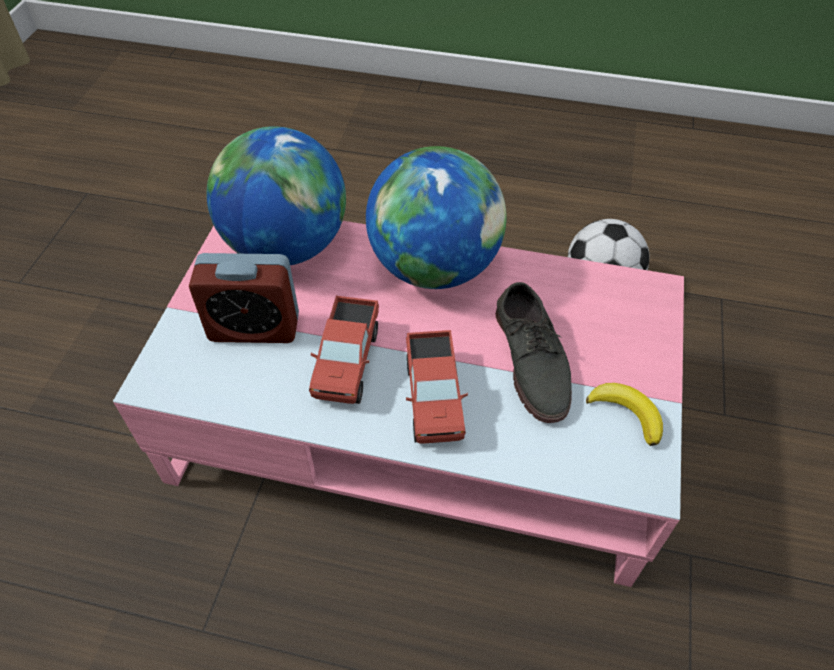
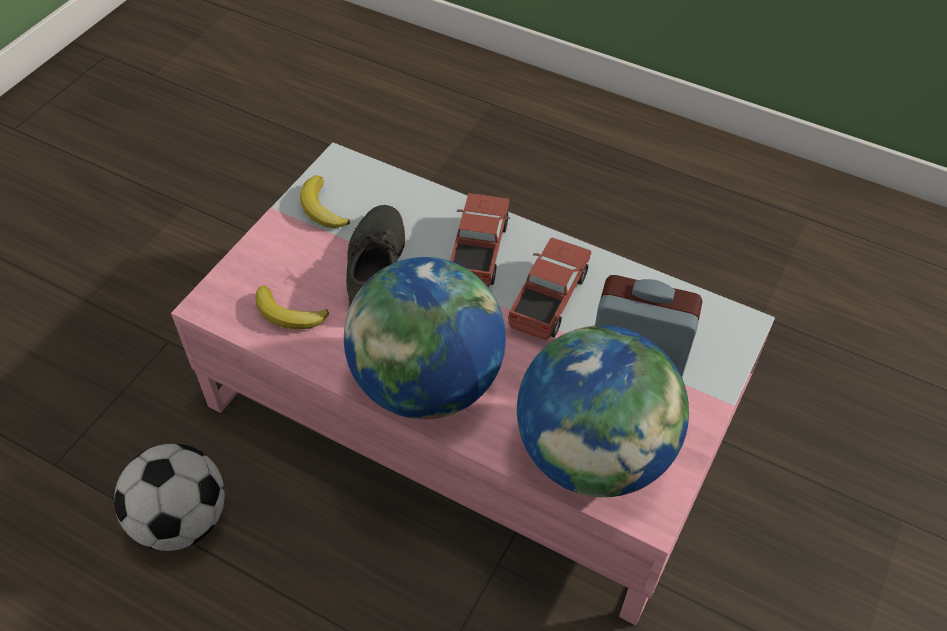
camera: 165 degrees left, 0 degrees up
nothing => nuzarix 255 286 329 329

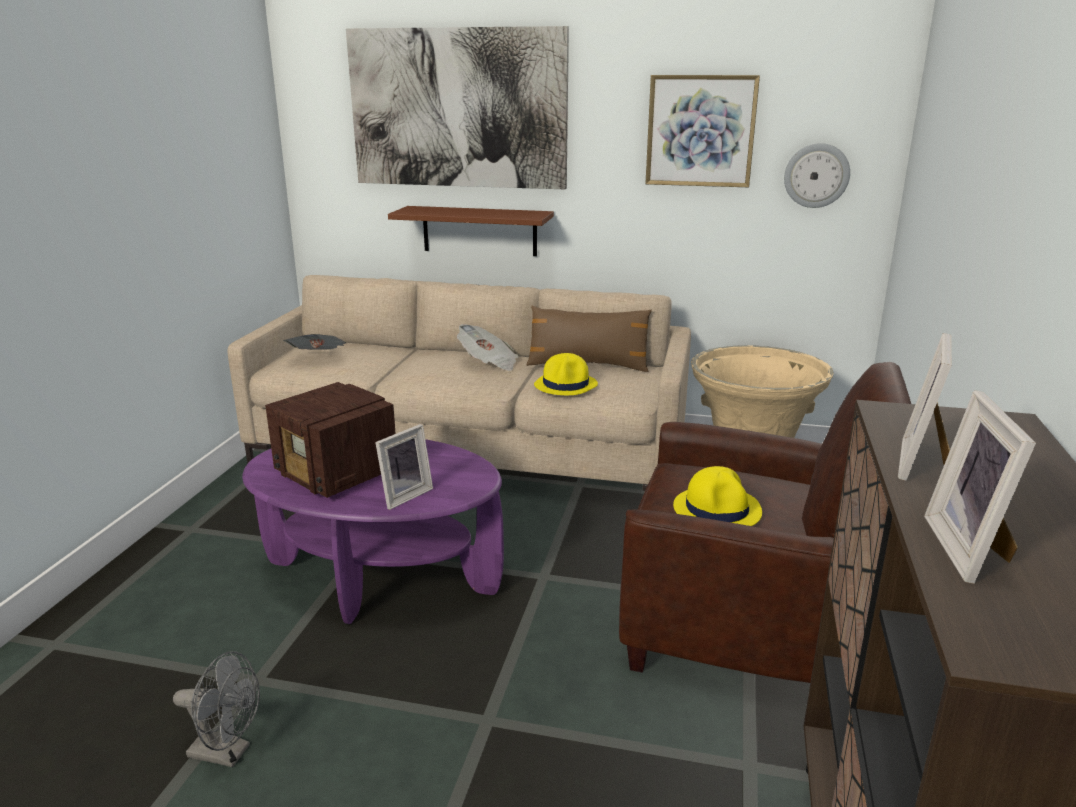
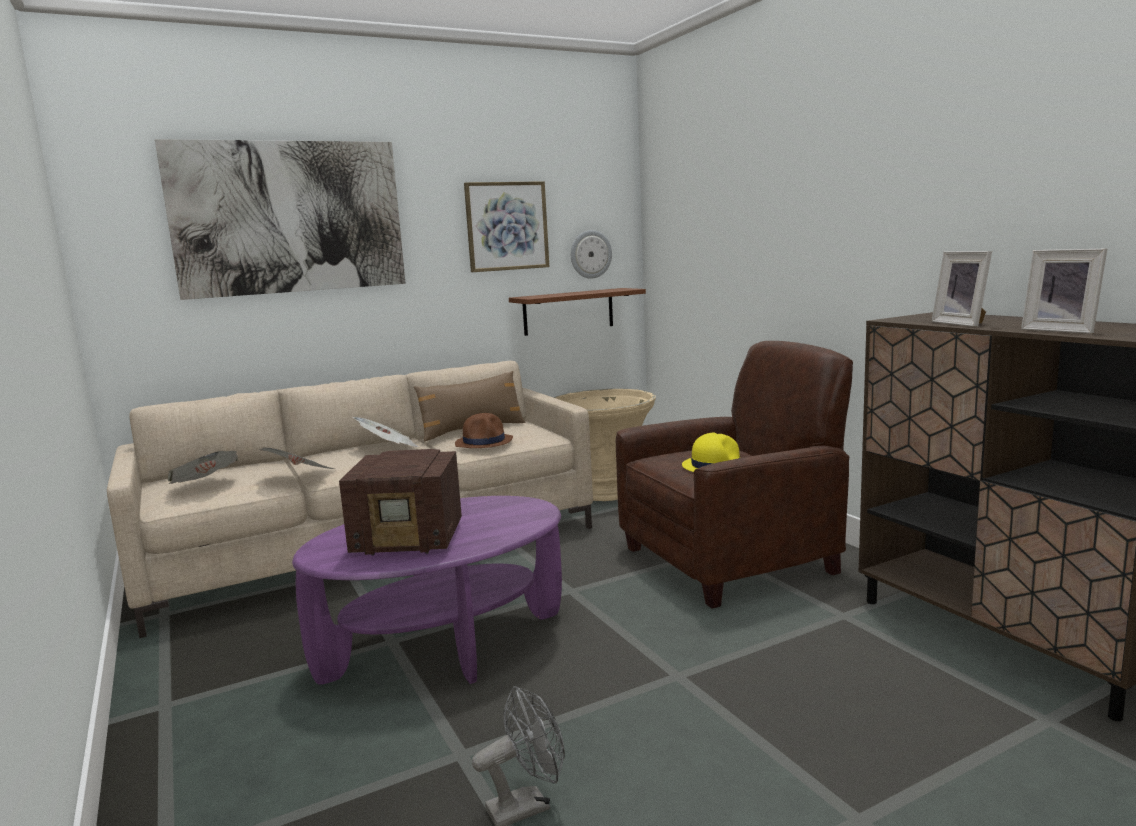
camera: 40 degrees left, 10 degrees down
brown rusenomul 388 206 554 256 => brown rusenomul 509 288 646 336, move
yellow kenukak 534 353 598 395 => brown kenukak 455 413 513 448
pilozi 375 424 433 510 => nothing
nothing => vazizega 259 448 336 469

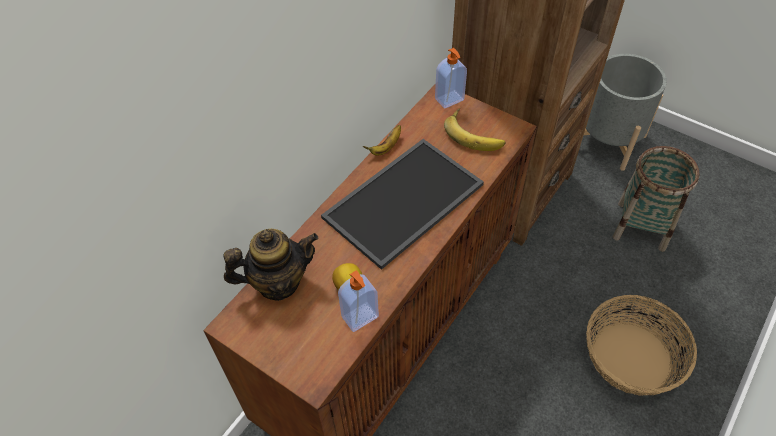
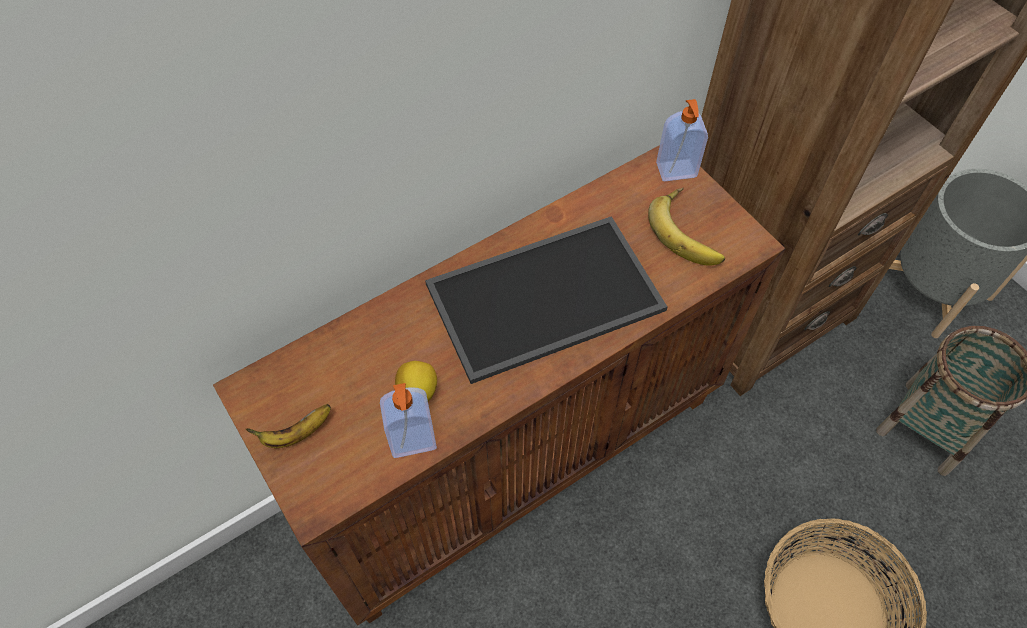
camera: 20 degrees right, 5 degrees up
nuzarix 363 125 401 155 => nuzarix 246 404 331 448, move
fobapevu 223 229 318 301 => nothing

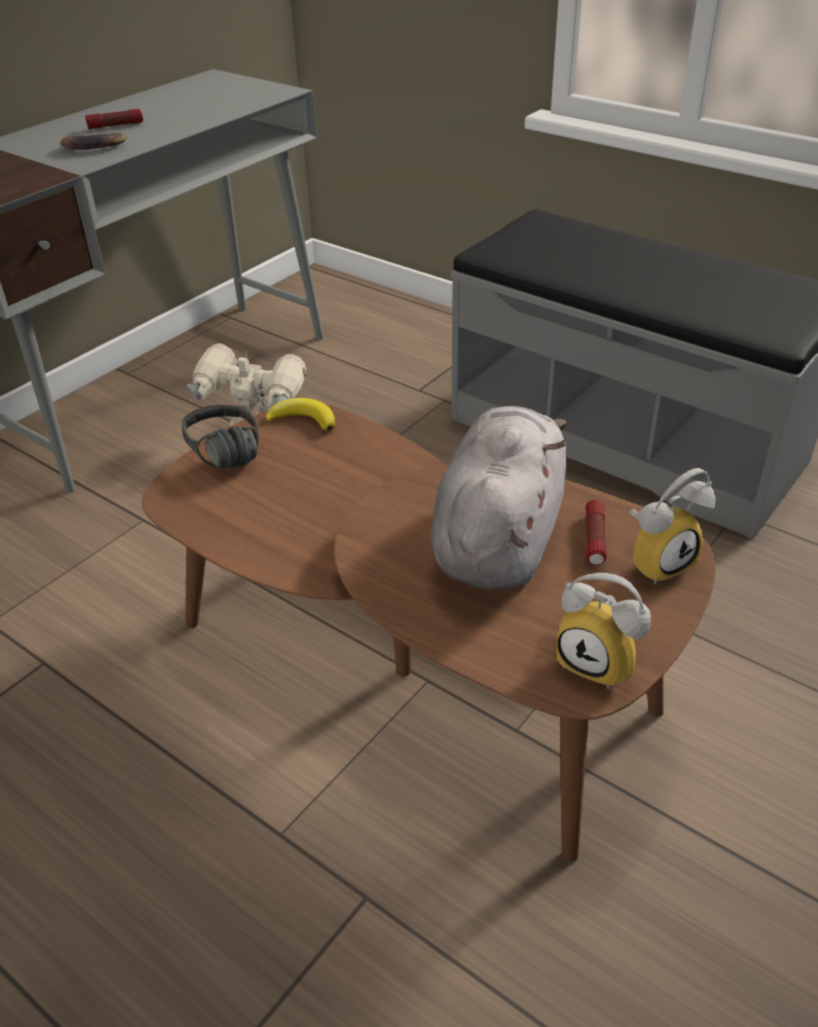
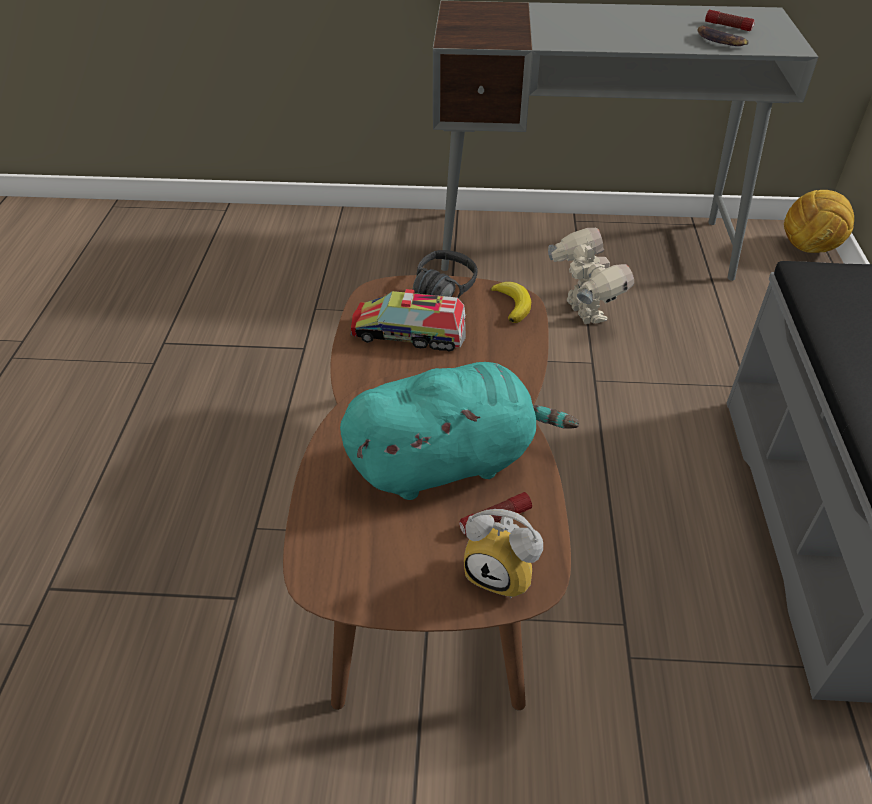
camera: 55 degrees right, 5 degrees up
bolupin 85 109 143 129 => bolupin 705 10 755 31, move
nuzarix 60 133 127 150 => nuzarix 697 26 749 46, move
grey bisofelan 430 406 567 589 => turquoise bisofelan 340 362 579 500
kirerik 557 573 651 689 => nothing
nothing => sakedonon 784 190 854 253
nothing => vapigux 351 289 466 352

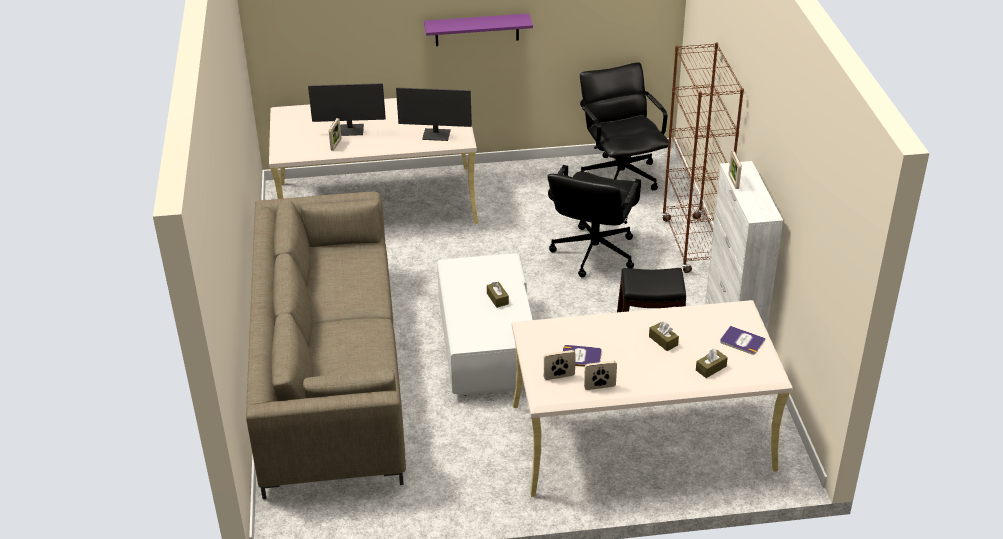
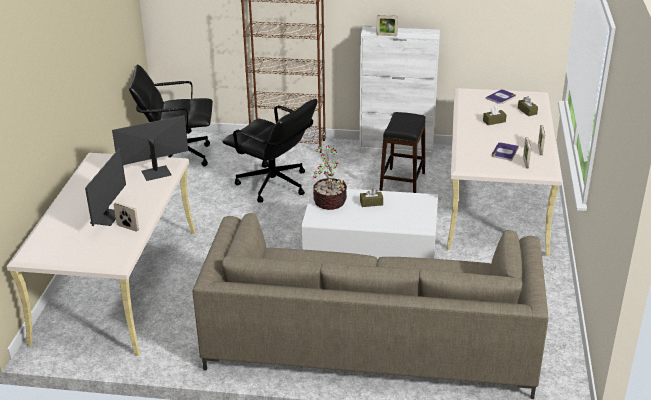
camera: 75 degrees left, 5 degrees down
purple rusenomul 424 13 533 46 => nothing
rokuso 396 87 472 141 => rokuso 112 115 188 181, 135 degrees counterclockwise
nothing => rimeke 313 145 347 210

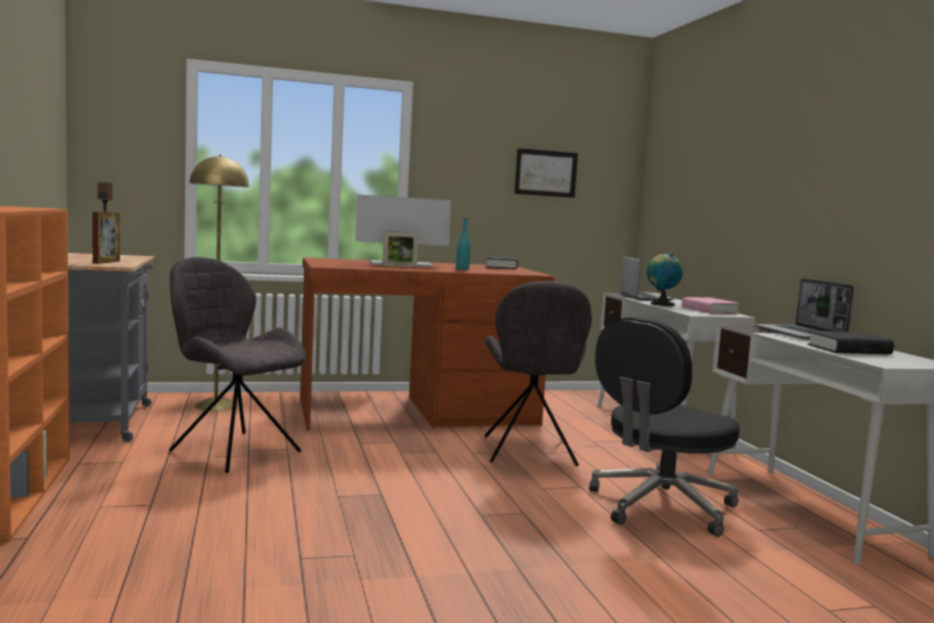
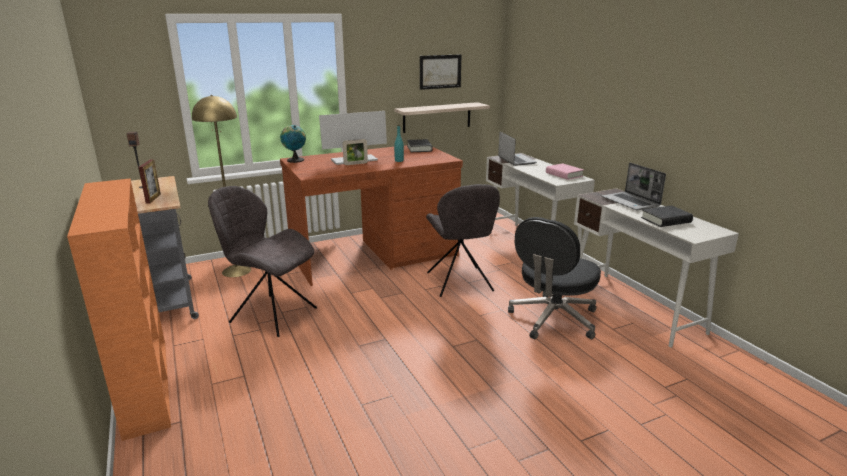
camera: 10 degrees left, 15 degrees up
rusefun 647 254 683 306 => rusefun 280 125 306 163, move
nothing => rusenomul 394 102 490 133

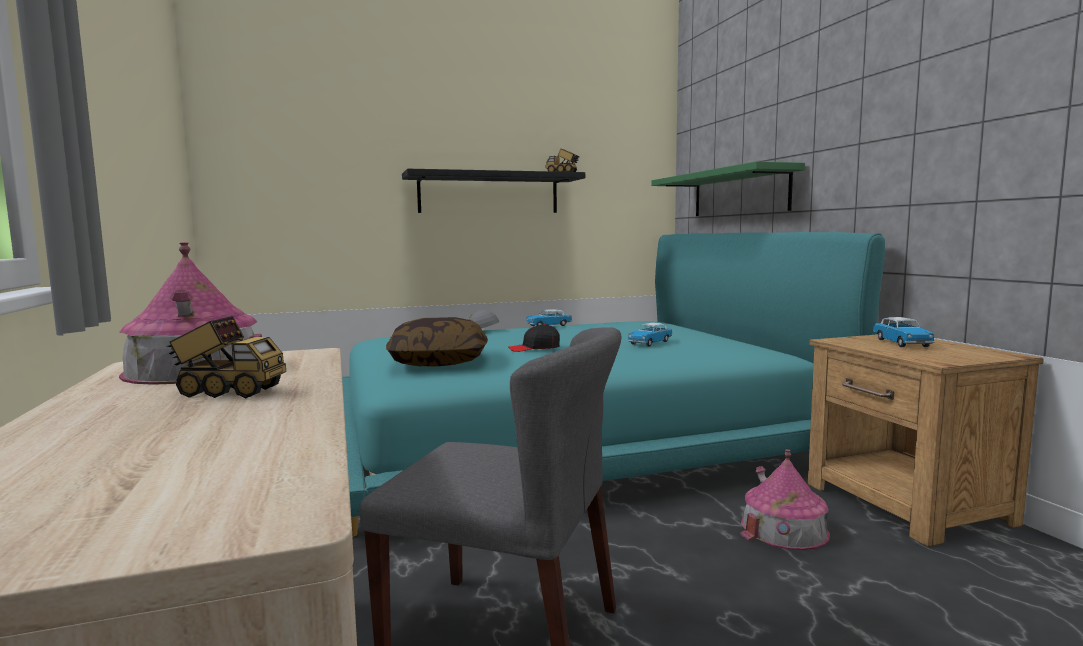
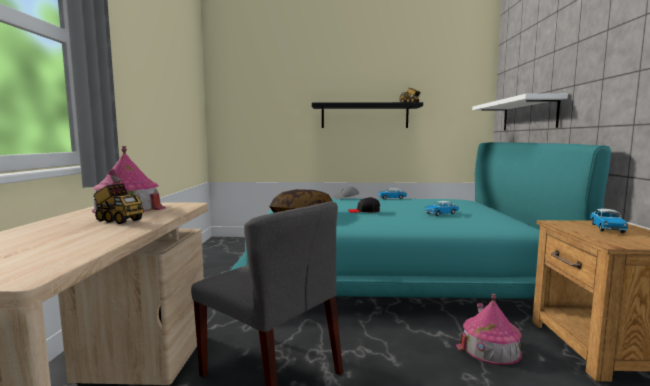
camera: 20 degrees right, 0 degrees up
green rusenomul 651 161 805 216 => white rusenomul 472 93 568 130

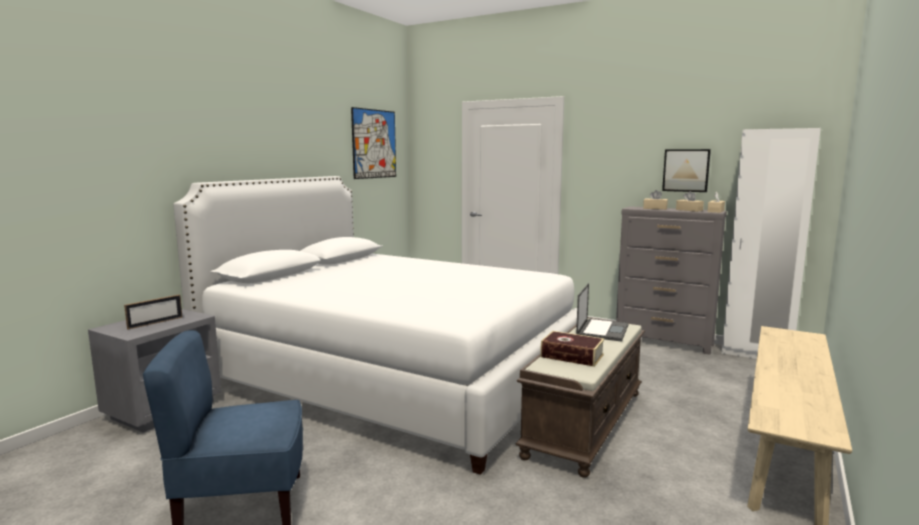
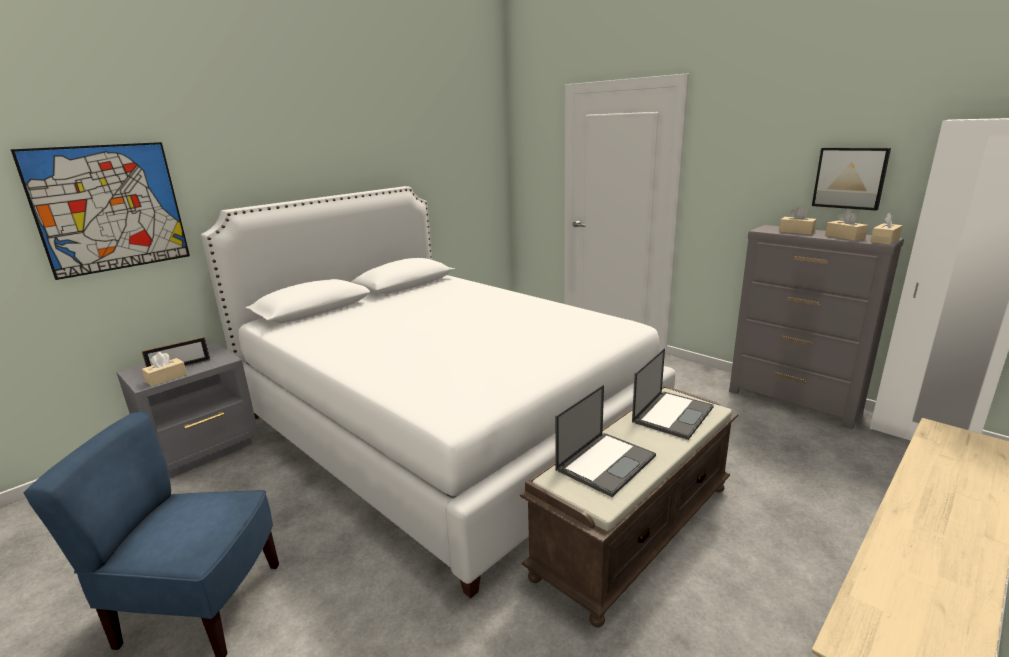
camera: 15 degrees right, 10 degrees up
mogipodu 351 107 396 179 => mogipodu 10 142 190 280, move
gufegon 540 331 605 367 => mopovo 555 385 656 497
nothing => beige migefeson 142 352 187 386

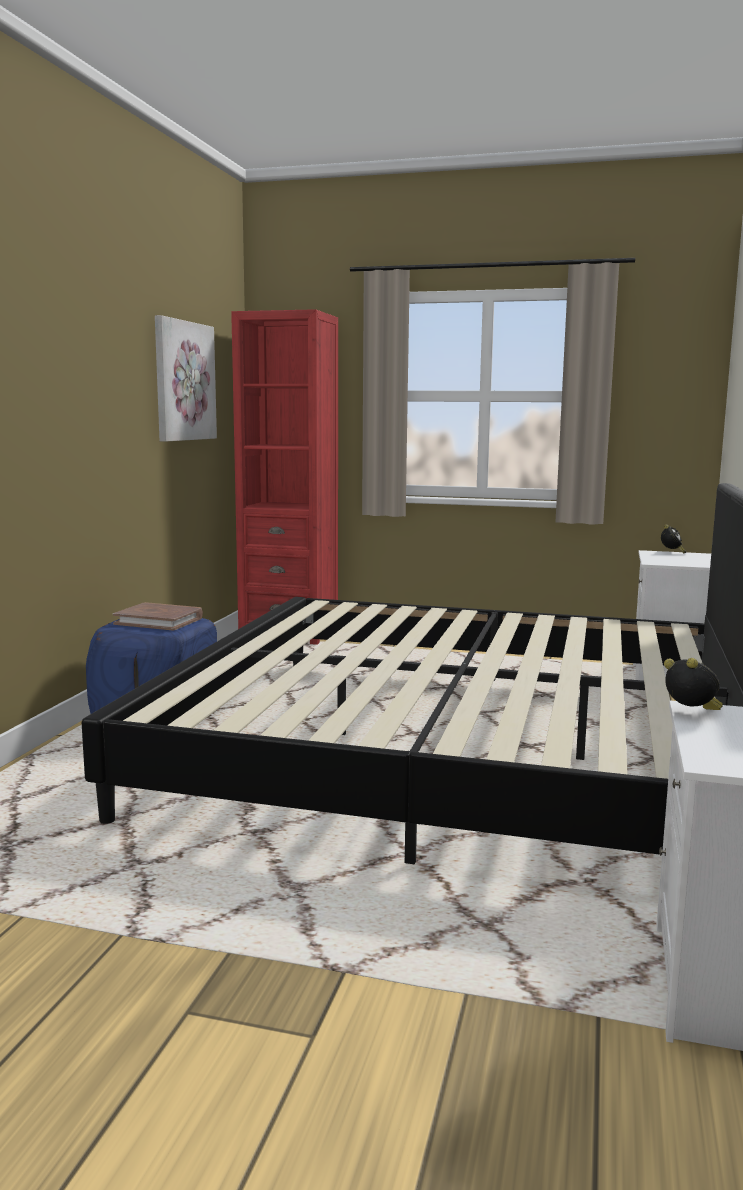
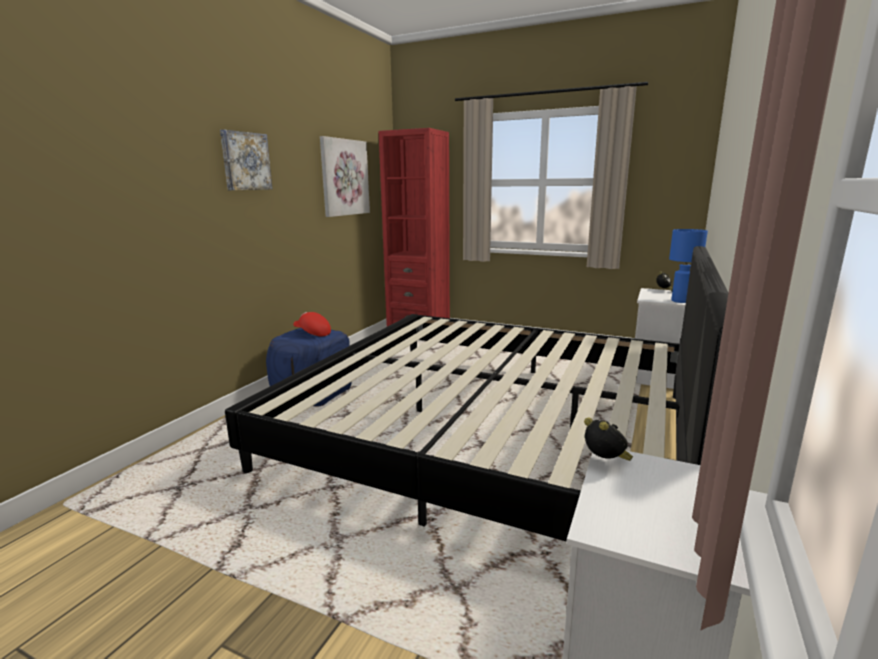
camera: 10 degrees right, 5 degrees up
brown gufegon 113 602 203 631 => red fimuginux 293 312 331 336
nothing => mogipodu 220 130 272 190
nothing => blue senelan 669 229 708 303

